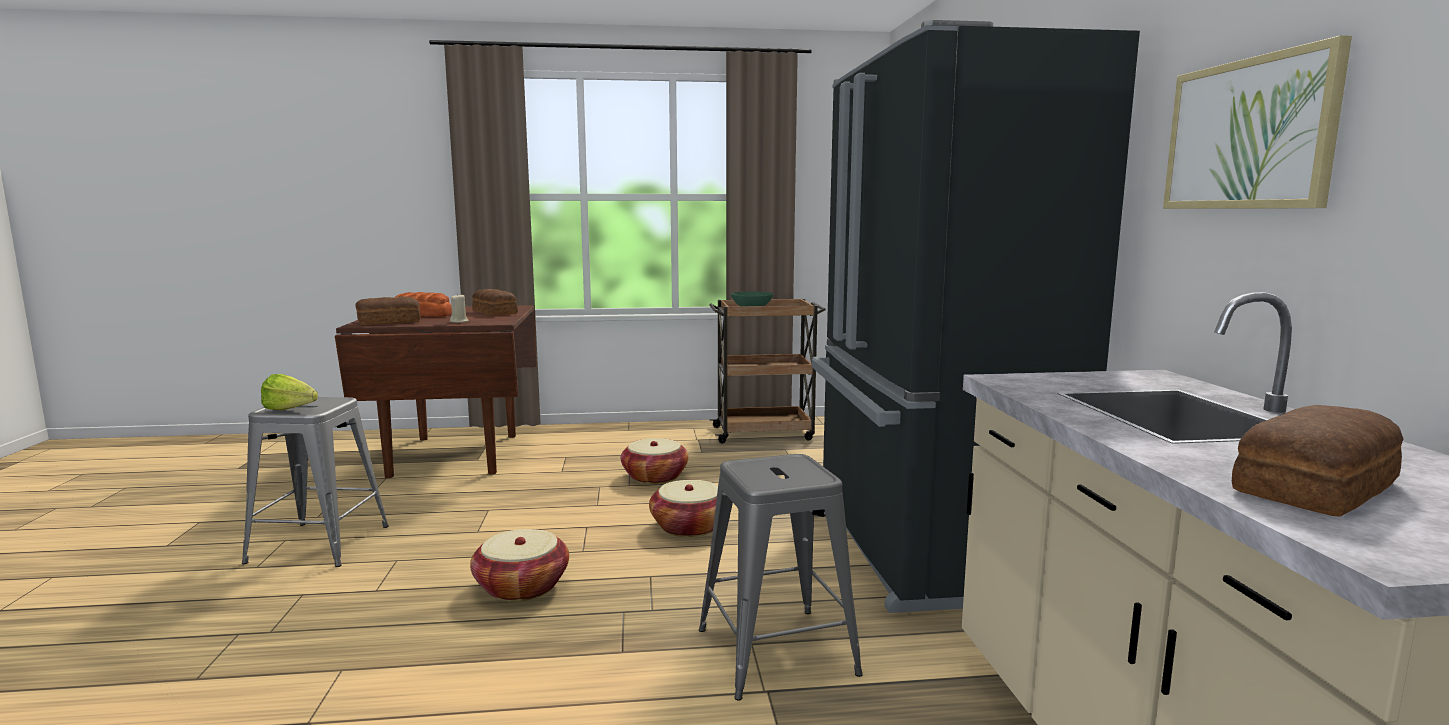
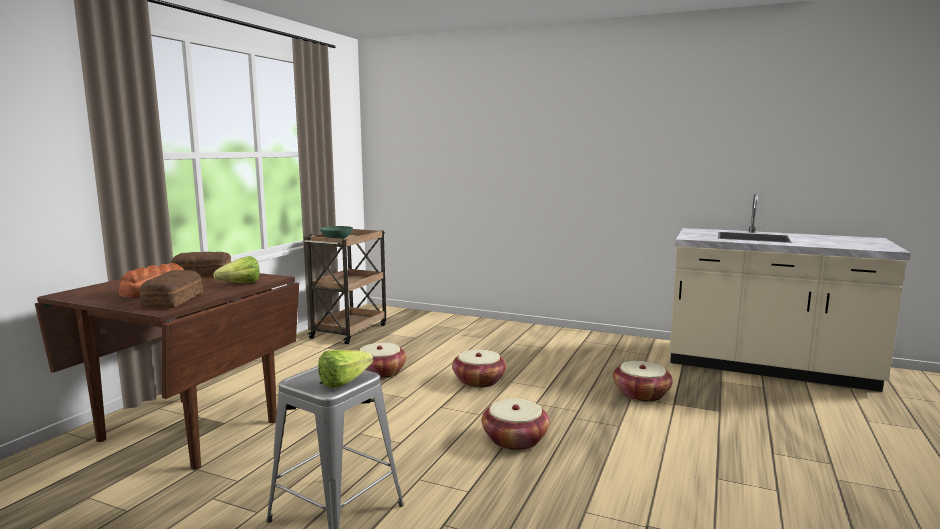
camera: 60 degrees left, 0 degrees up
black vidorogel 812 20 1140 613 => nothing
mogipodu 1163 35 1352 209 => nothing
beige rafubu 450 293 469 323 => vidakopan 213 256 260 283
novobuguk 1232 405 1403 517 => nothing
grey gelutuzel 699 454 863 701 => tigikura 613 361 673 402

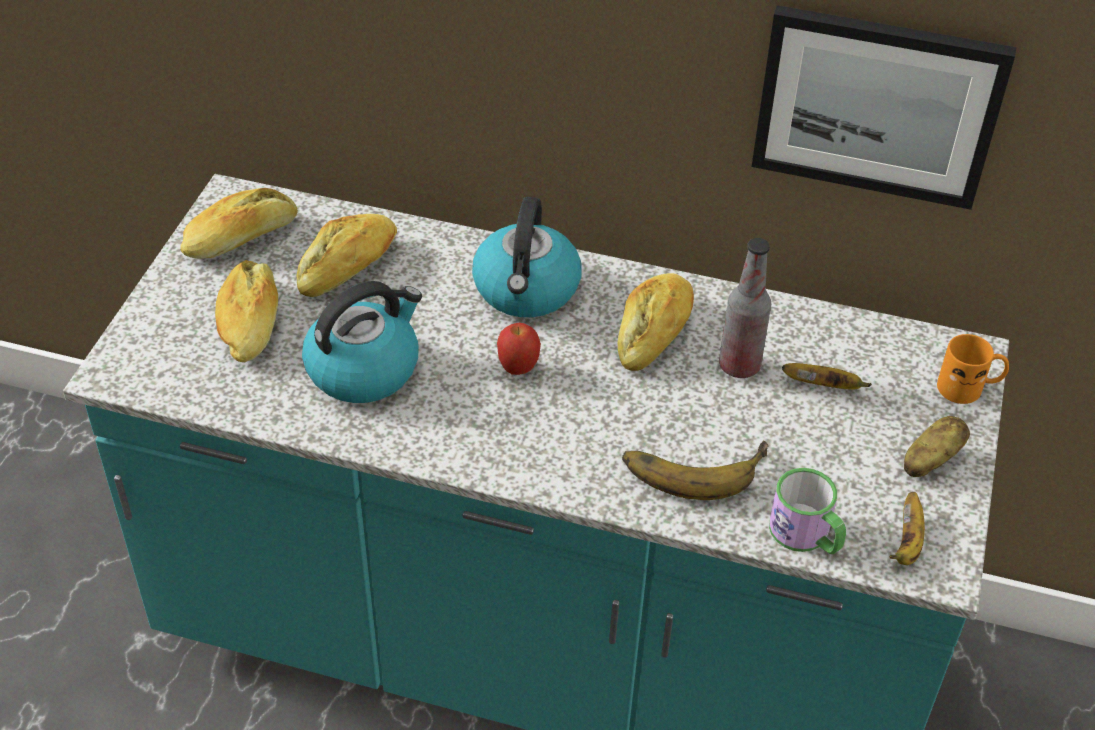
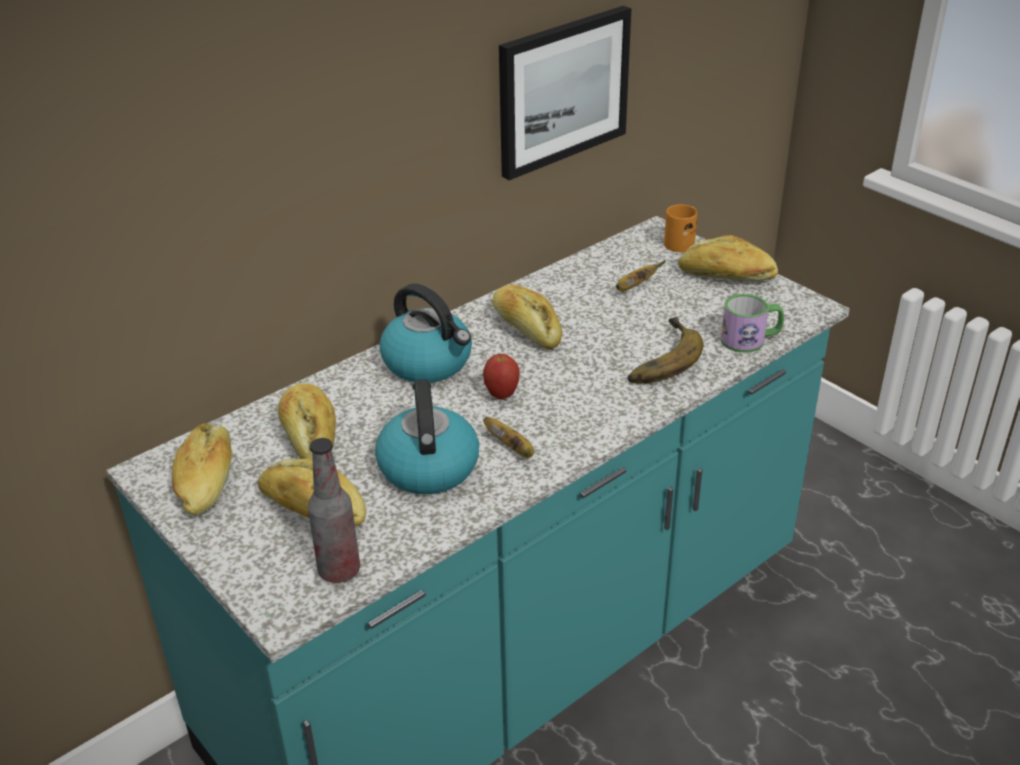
camera: 55 degrees left, 10 degrees down
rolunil 719 238 771 378 => rolunil 308 438 360 583, move
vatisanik 904 416 970 477 => novobuguk 678 235 778 281
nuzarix 890 492 925 565 => nuzarix 483 417 534 458, move

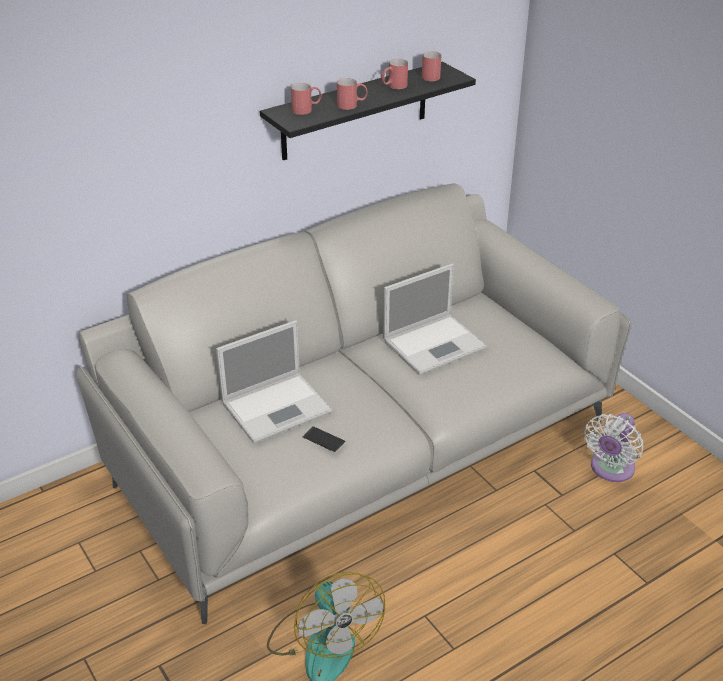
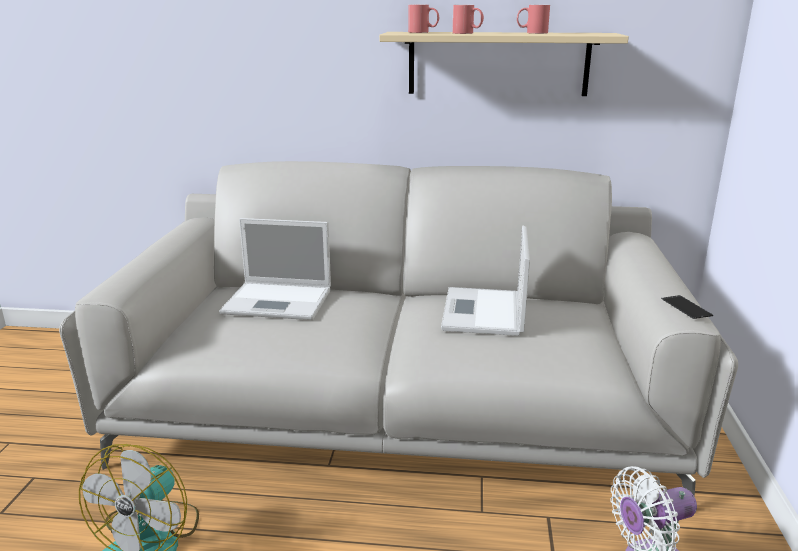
camera: 40 degrees right, 15 degrees down
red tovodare 422 51 441 81 => nothing
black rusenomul 260 62 476 160 => beige rusenomul 379 32 629 96
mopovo 383 264 487 375 => mopovo 441 226 530 336, 90 degrees clockwise
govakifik 302 426 346 452 => govakifik 661 295 713 319, move

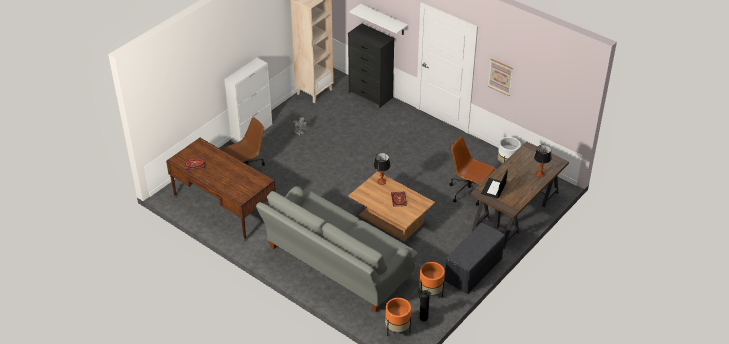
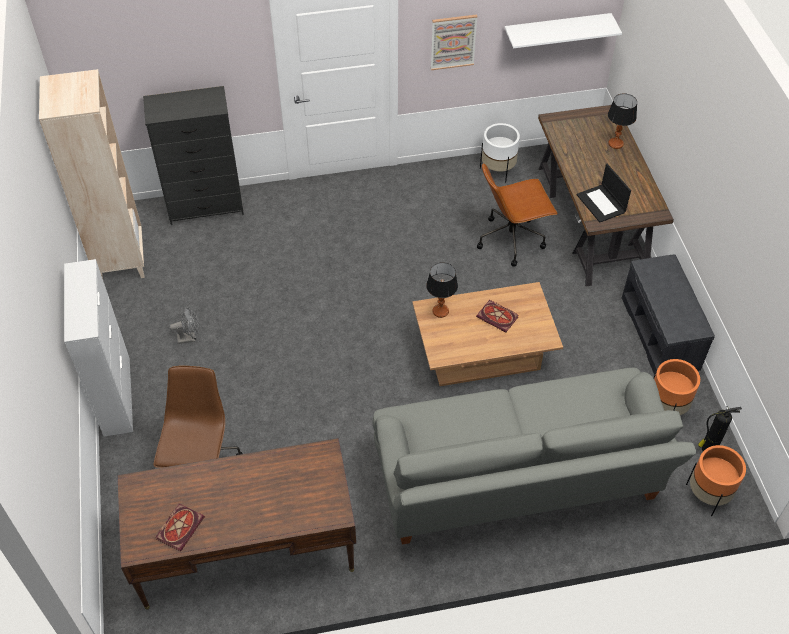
camera: 50 degrees left, 10 degrees up
white rusenomul 349 4 408 35 => white rusenomul 505 13 622 48, move

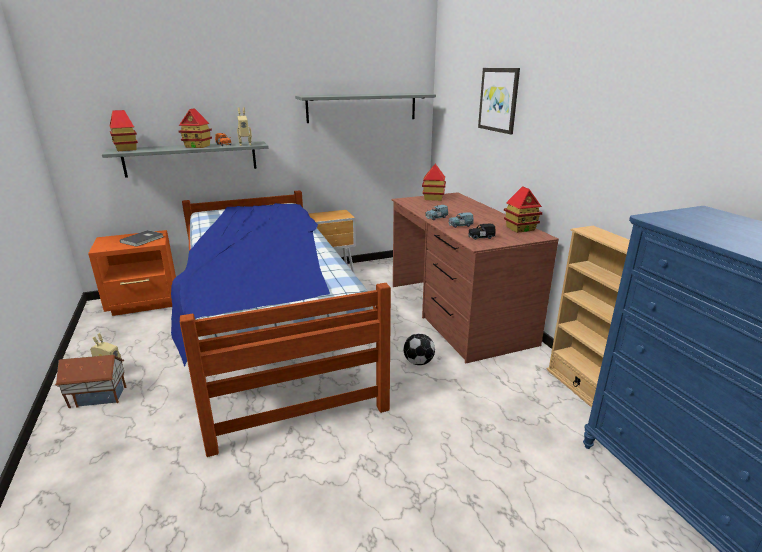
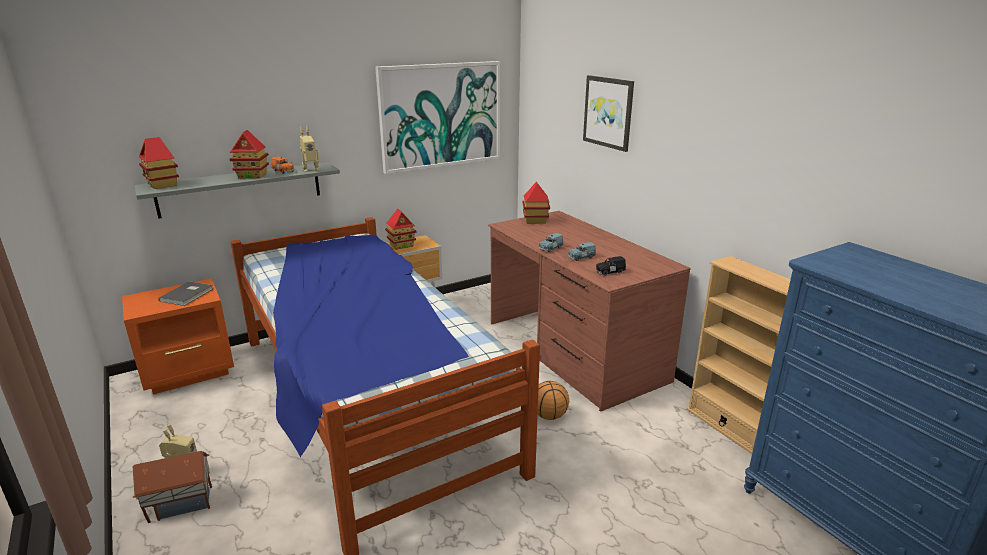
camera: 10 degrees left, 0 degrees up
grey rusenomul 295 93 436 123 => mogipodu 375 61 500 174
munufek 504 186 542 233 => munufek 385 209 417 250, move
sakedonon 403 333 435 365 => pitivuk 538 381 569 420

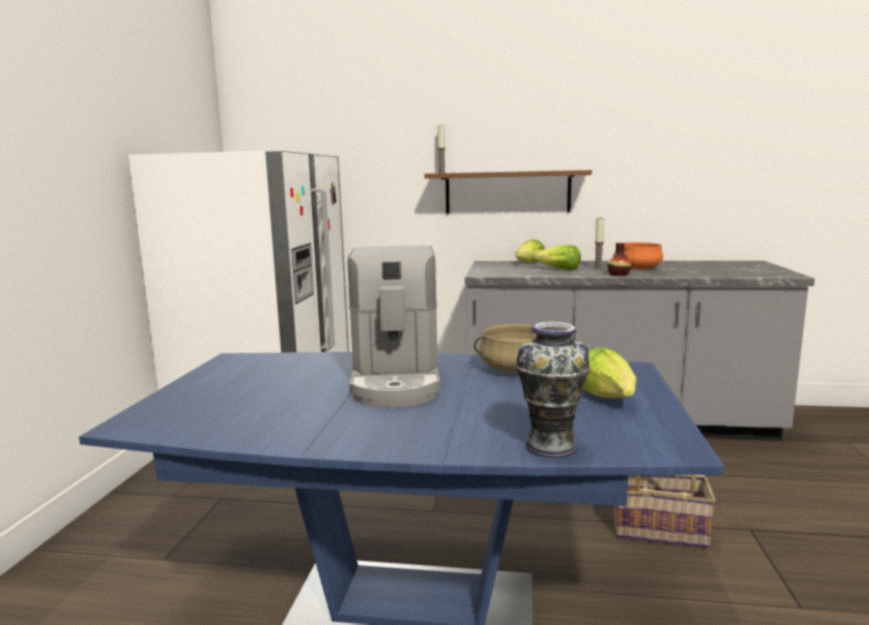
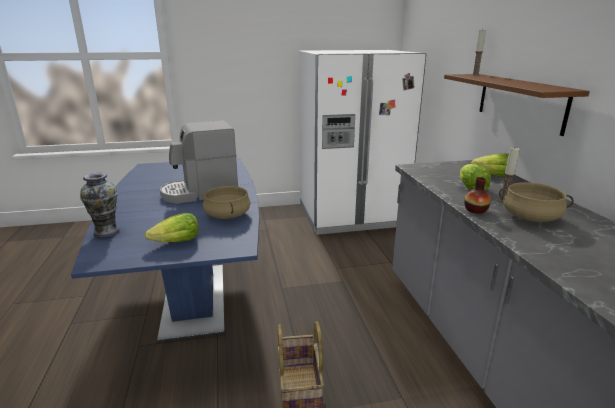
camera: 70 degrees right, 10 degrees up
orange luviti 614 242 663 269 => beige luviti 499 182 574 222

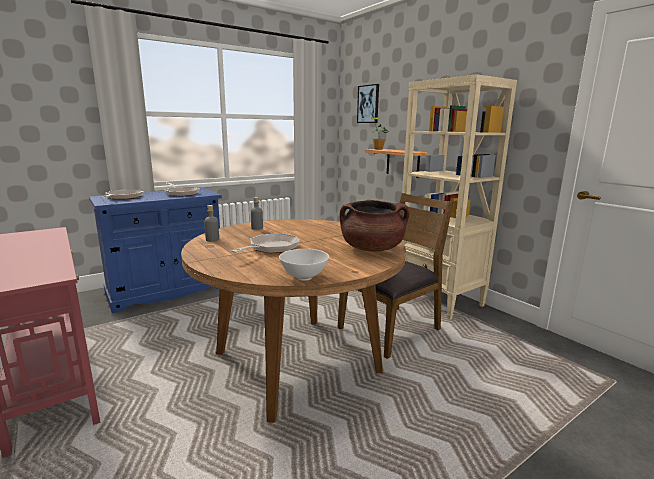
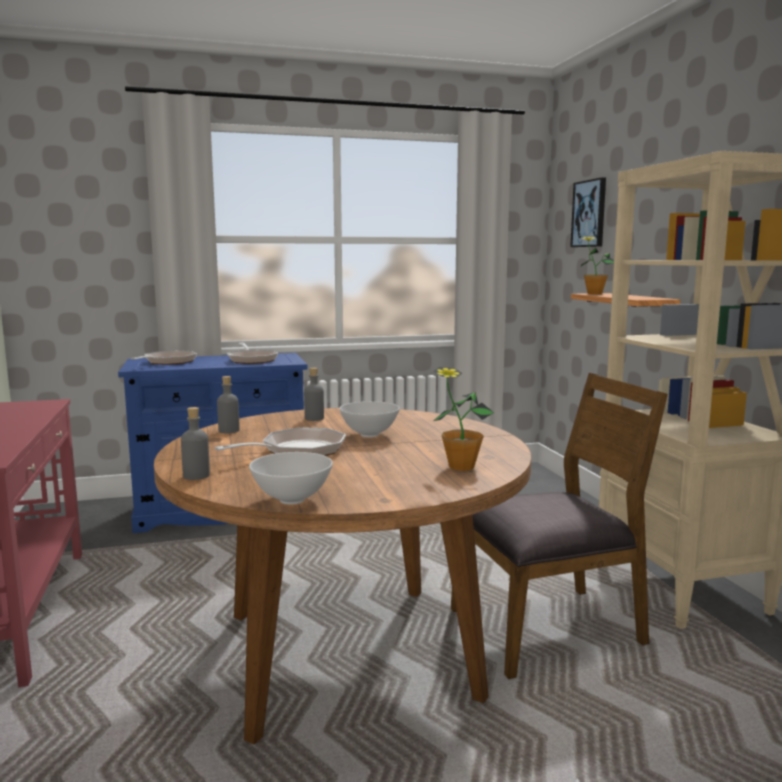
camera: 20 degrees right, 5 degrees down
brown luviti 340 200 409 251 => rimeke 433 367 494 471
nothing => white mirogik 339 401 400 437
nothing => grey rolunil 181 407 210 480

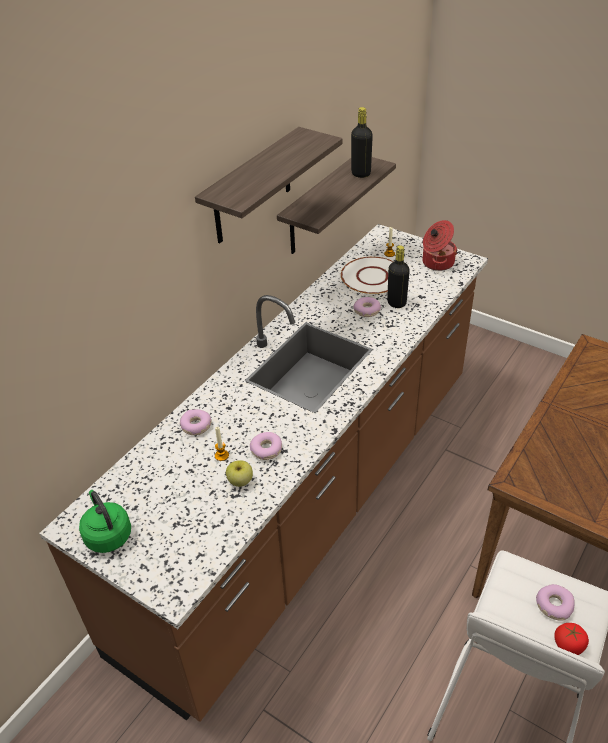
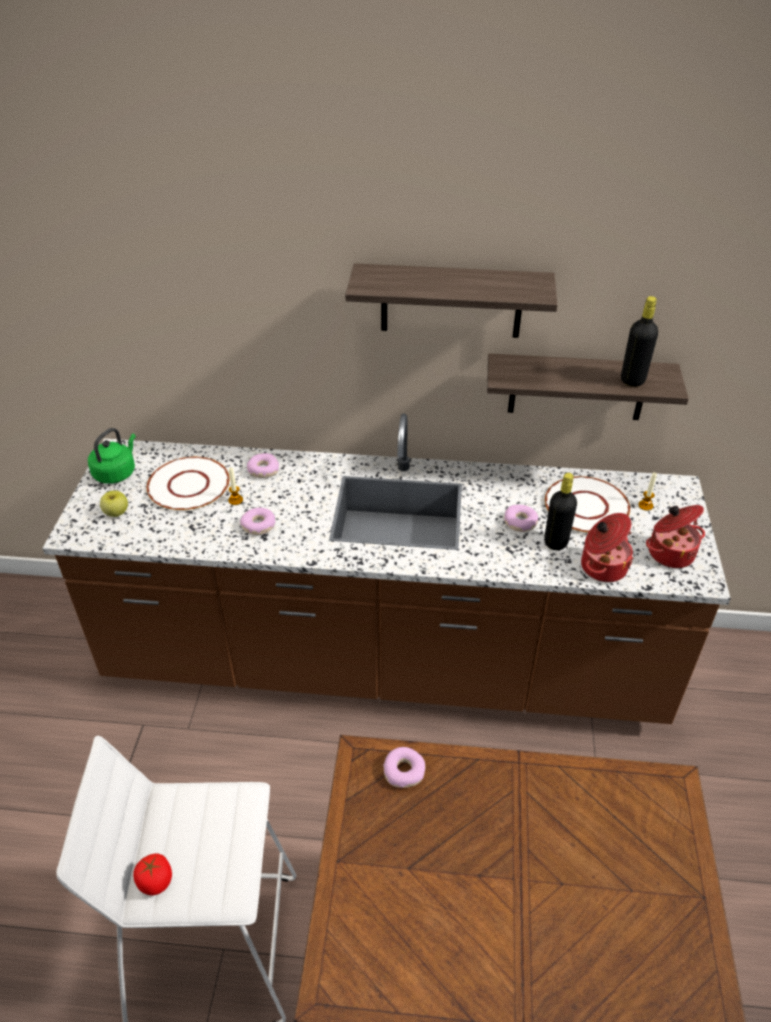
camera: 60 degrees right, 0 degrees up
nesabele 226 460 253 487 => nesabele 100 490 128 517, move
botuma 536 584 575 621 => botuma 383 747 425 788, move
nothing => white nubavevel 147 457 230 510
nothing => luviti 581 513 633 582

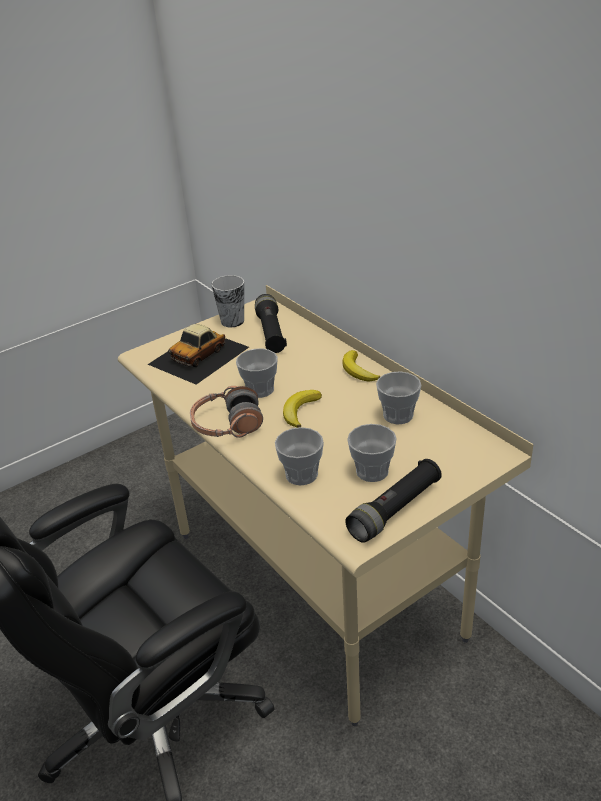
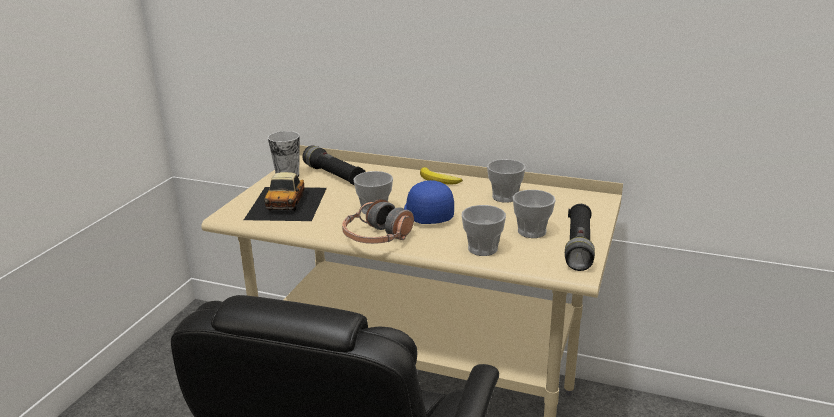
camera: 35 degrees left, 10 degrees down
nuzarix 283 390 322 428 => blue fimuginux 404 180 454 224

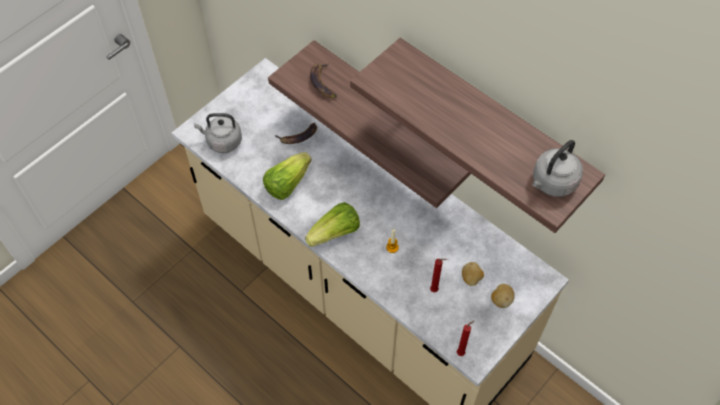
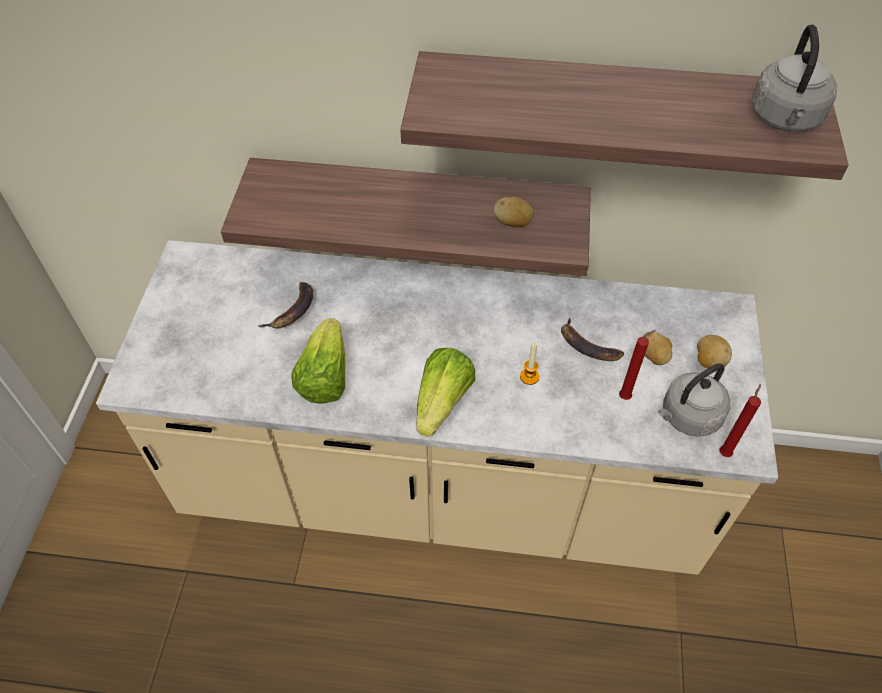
camera: 35 degrees left, 5 degrees down
nuzarix 310 63 337 98 => nuzarix 561 317 624 361, move
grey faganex 194 113 242 153 => grey faganex 658 363 730 436, move
nothing => vatisanik 494 197 533 228

